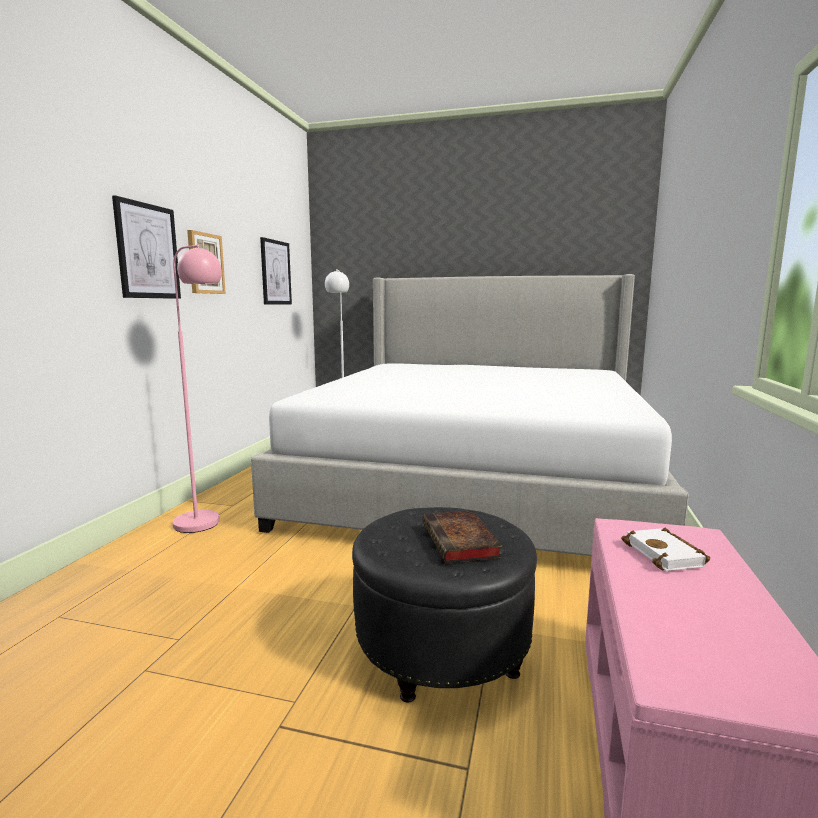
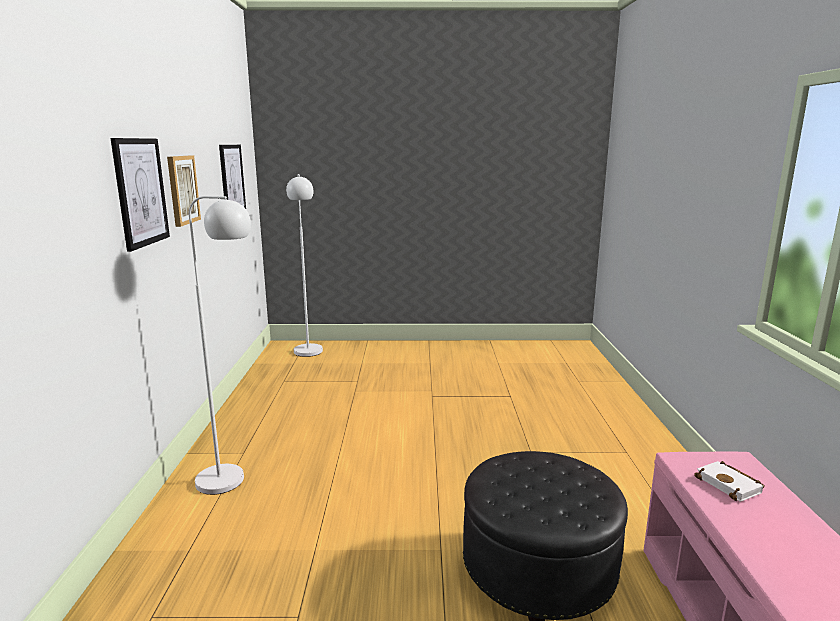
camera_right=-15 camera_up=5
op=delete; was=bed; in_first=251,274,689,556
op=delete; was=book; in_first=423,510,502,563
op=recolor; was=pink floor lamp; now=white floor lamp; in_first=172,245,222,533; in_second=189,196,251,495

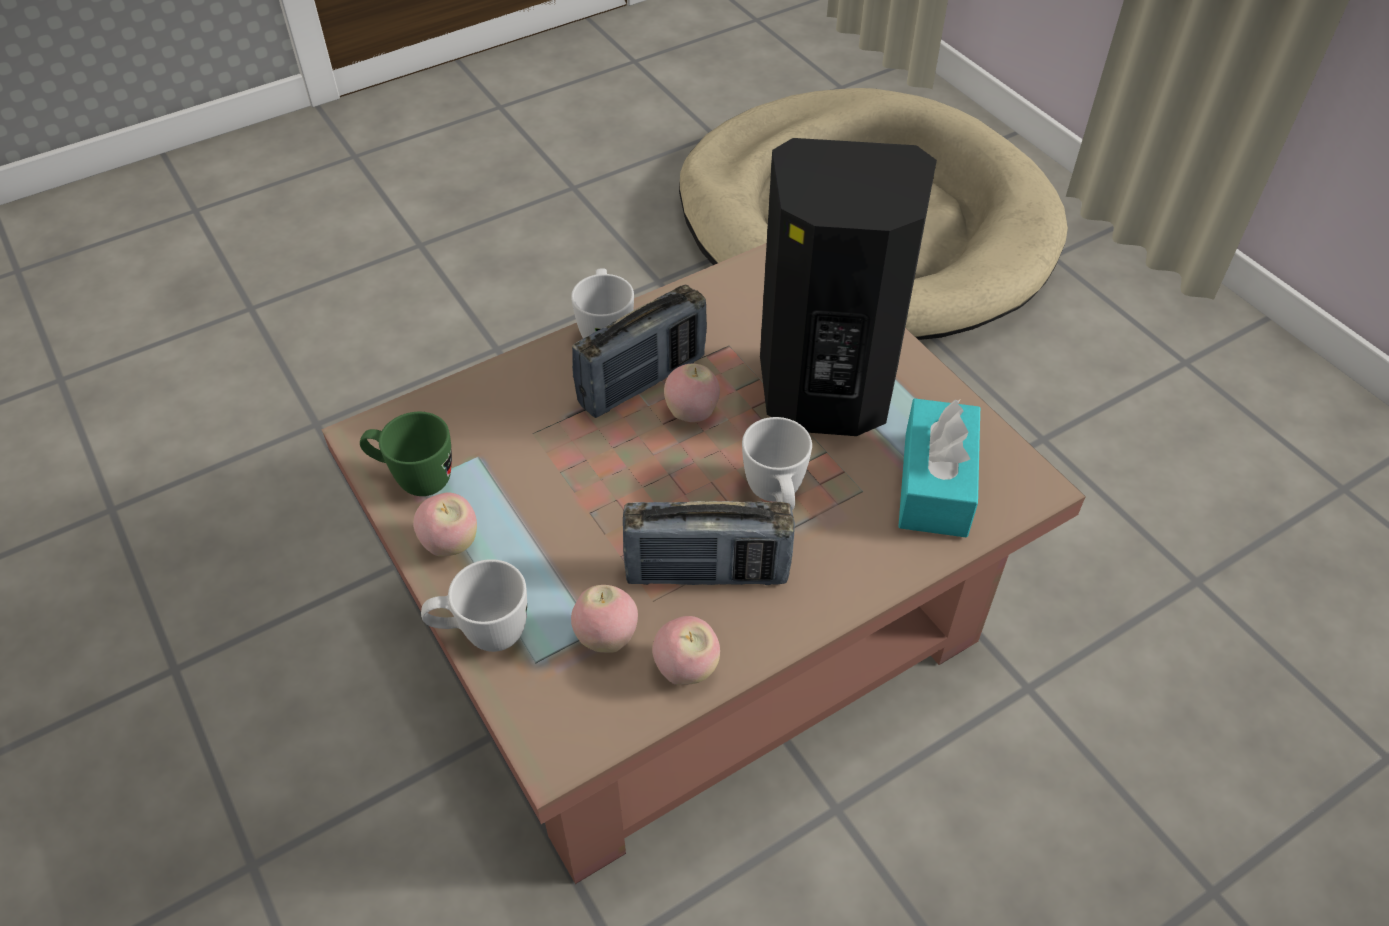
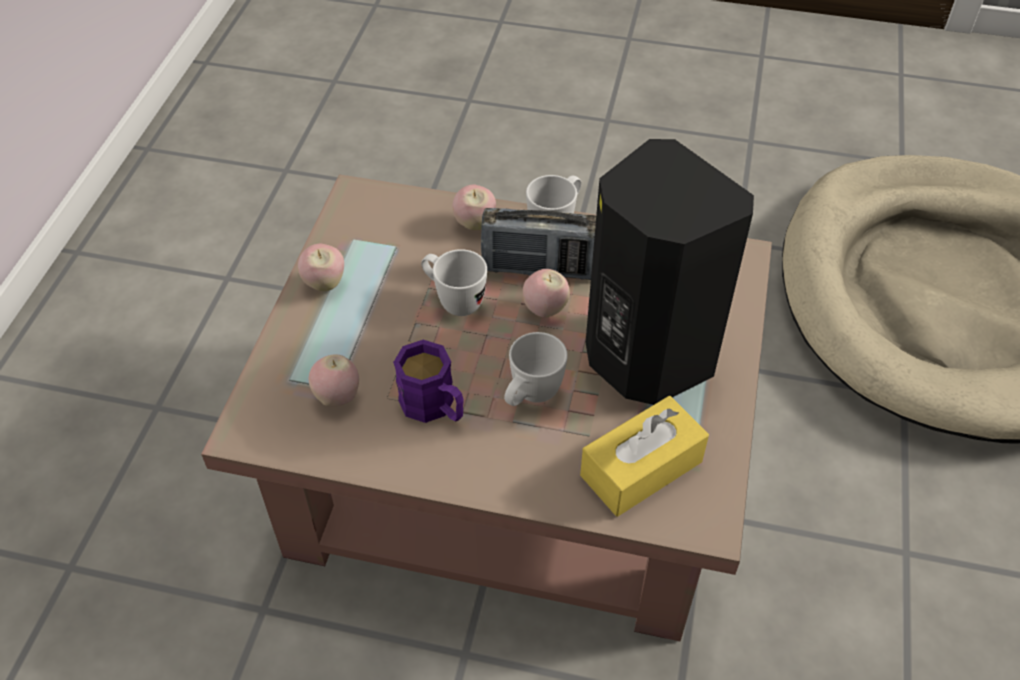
camera_right=45 camera_up=0
op=delete; was=green mug; in_first=360,412,452,496
op=move; was=white mug; in_first=421,559,527,652; in_second=421,249,487,316
op=move; was=apple; in_first=652,616,720,685; in_second=452,185,496,230
op=replace; was=radio; now=purple mug; in_first=623,501,795,585; in_second=393,340,464,423
op=recolor; was=turquoise tissue box; now=yellow tissue box; in_first=898,398,980,538; in_second=580,396,709,517

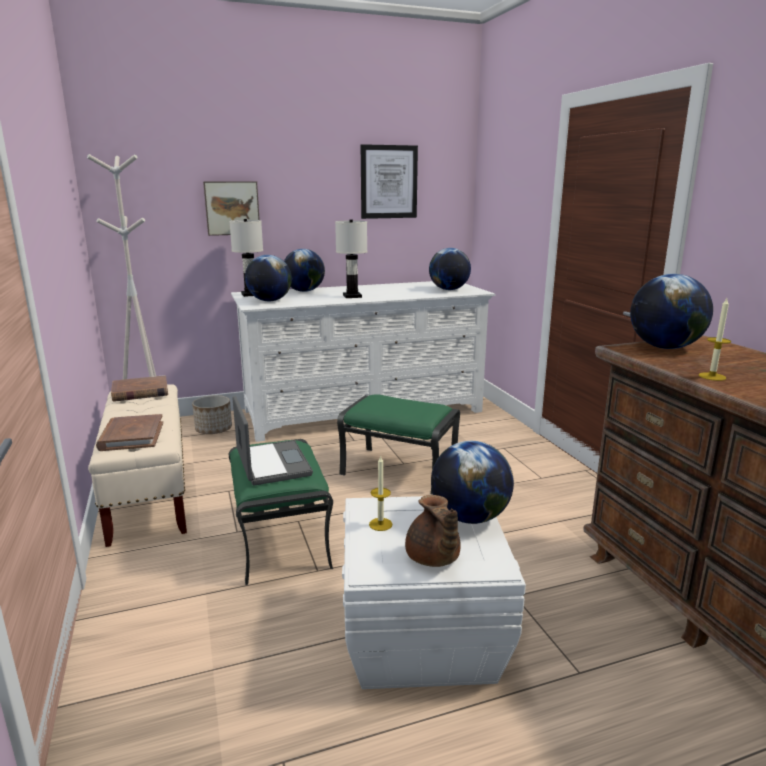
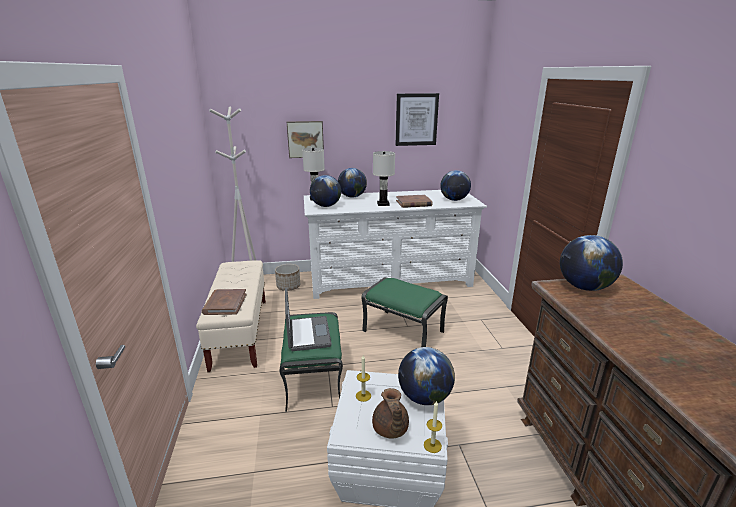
camera_right=10 camera_up=5
op=move; was=brown book; in_first=111,375,168,402; in_second=396,195,432,208
op=move; was=candle; in_first=699,298,731,381; in_second=424,400,442,453

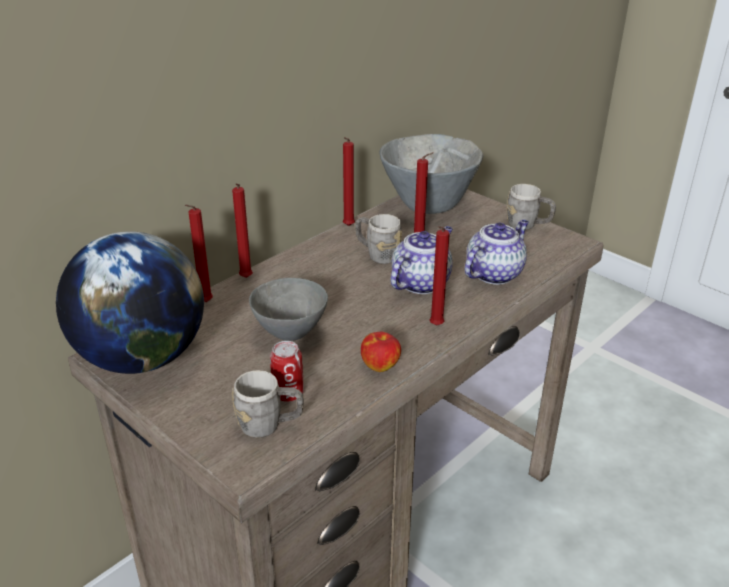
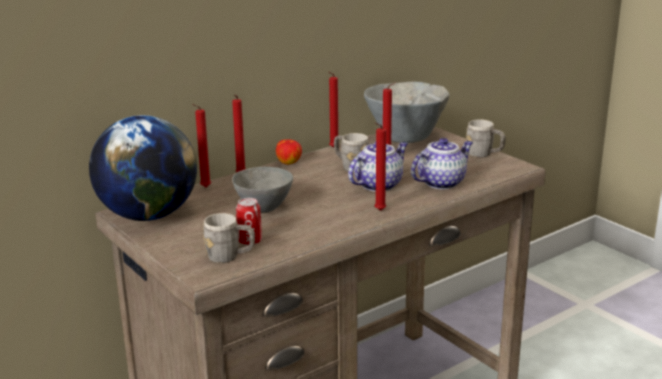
camera_right=10 camera_up=-10
op=move; was=apple; in_first=361,332,401,372; in_second=276,139,302,165

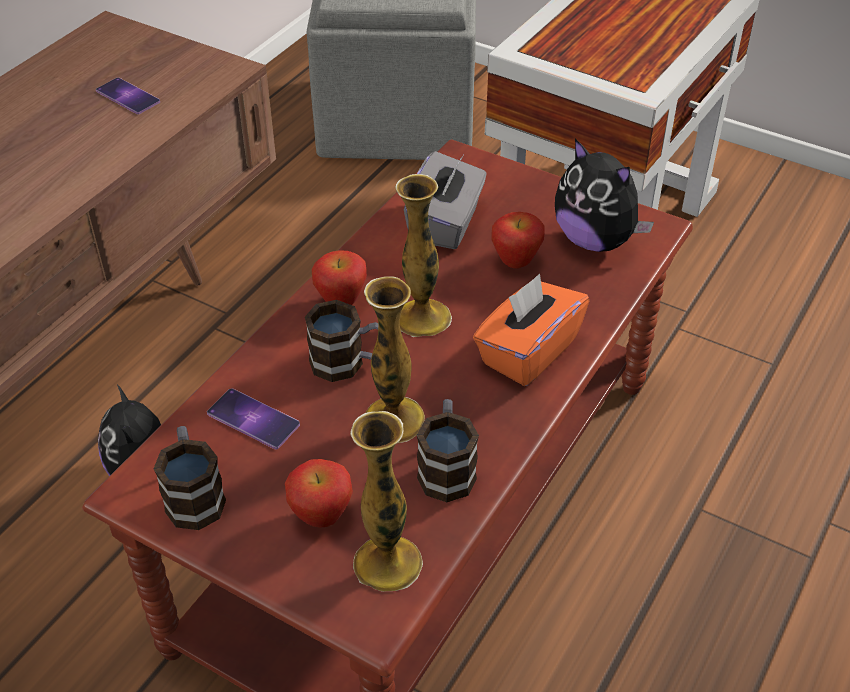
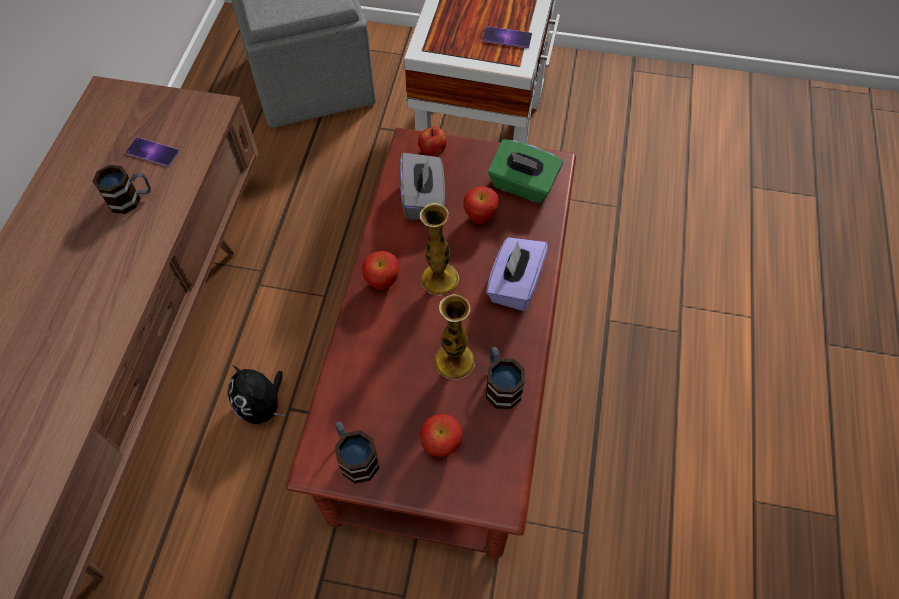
camera_right=-20 camera_up=15
op=delete; was=vase; in_first=350,411,423,592
op=insert; now=apple; in_second=418,127,447,157
op=move; was=phone; in_first=207,389,300,449; in_second=482,26,532,48
op=move; was=mug; in_first=305,300,378,382; in_second=92,165,151,214
op=replace; was=plush toy; now=green tissue box; in_first=555,138,654,252; in_second=488,140,563,203
op=recolor; was=orange tissue box; now=purple tissue box; in_first=473,273,589,386; in_second=486,237,548,311

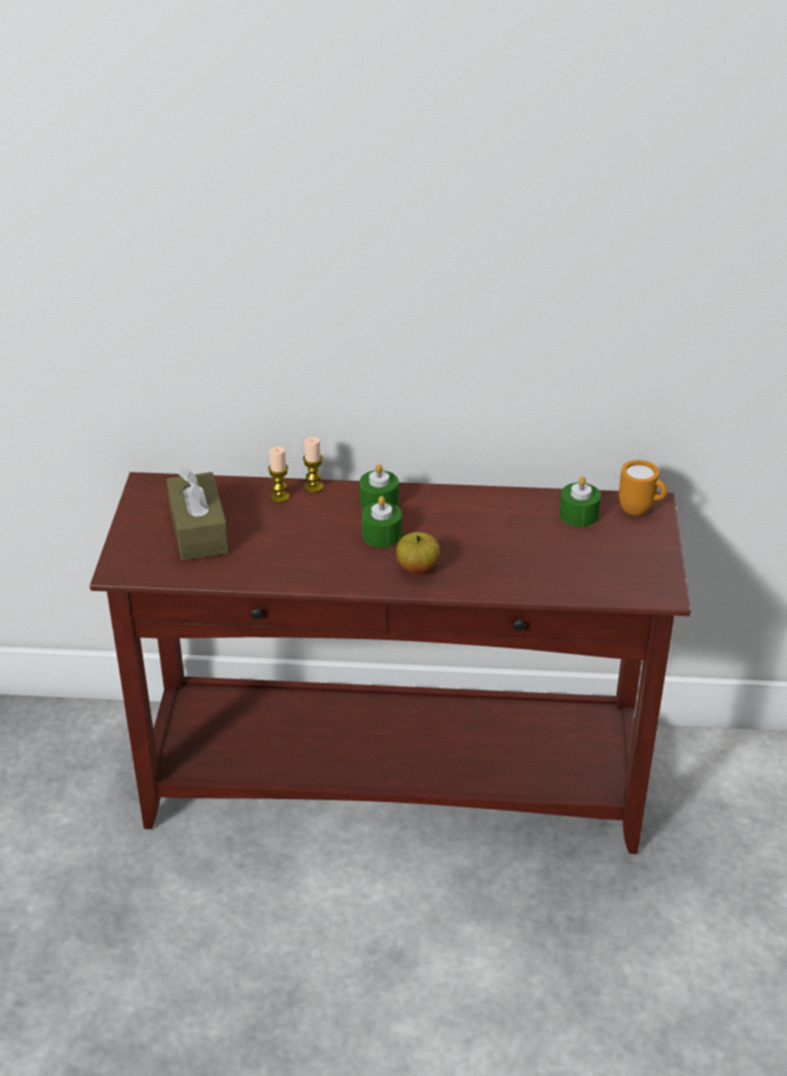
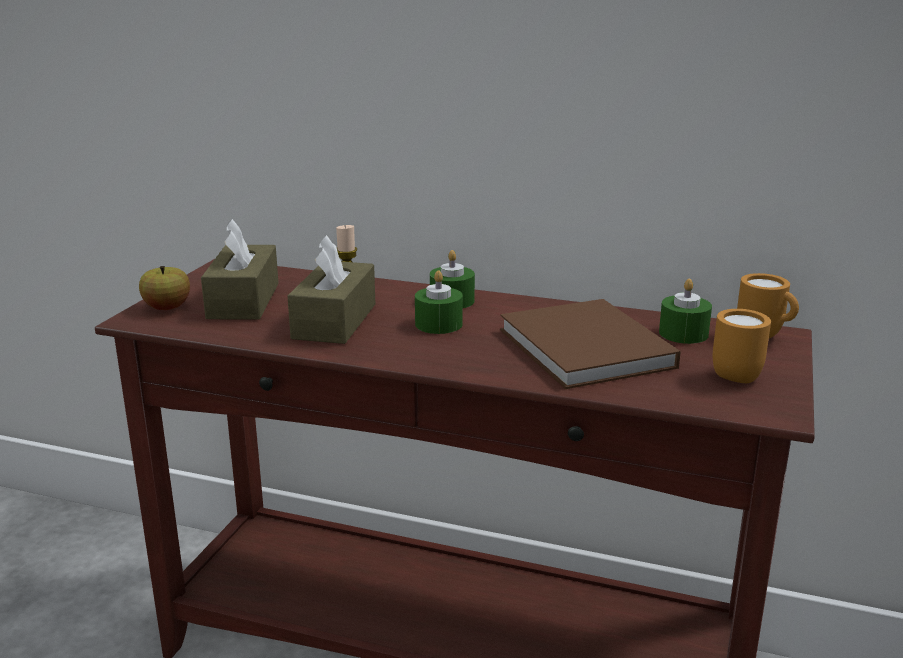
camera_right=15 camera_up=-15
op=delete; was=candle; in_first=303,437,323,493
op=insert; now=brown tissue box; in_second=287,235,375,344
op=insert; now=brown book; in_second=500,299,681,389
op=insert; now=orange mug; in_second=713,309,771,383
op=move; was=apple; in_first=396,532,440,574; in_second=139,266,190,310

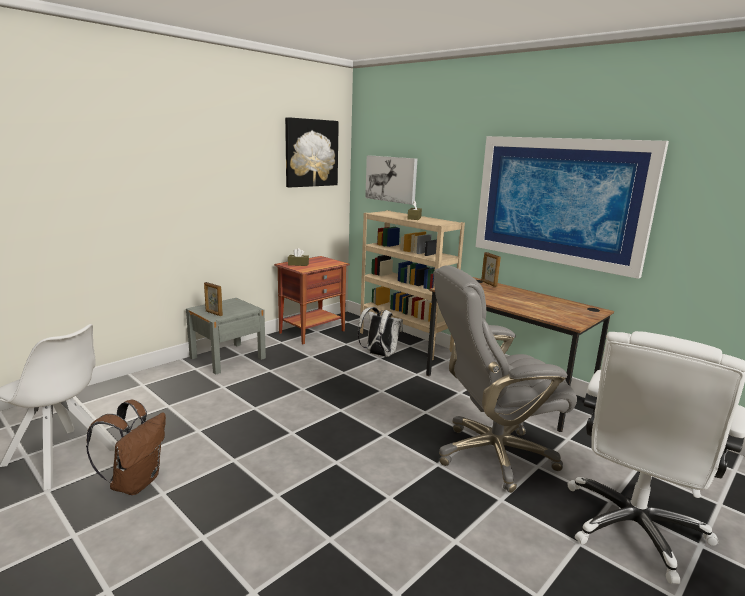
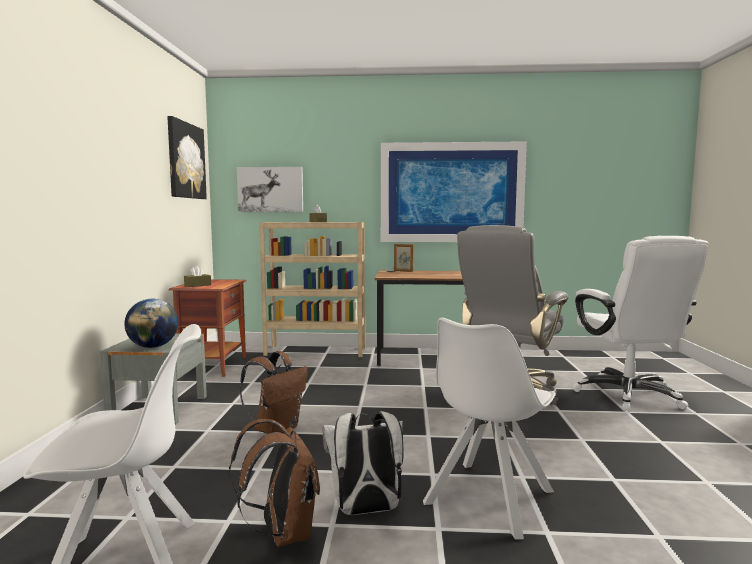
camera_right=-40 camera_up=-10
op=insert; now=brown backpack; in_second=240,351,308,434
op=insert; now=white chair; in_second=423,318,556,540
op=move; was=white backpack; in_first=358,307,403,357; in_second=322,411,404,515
op=replace; was=picture frame; now=globe; in_first=204,282,223,316; in_second=124,299,178,348

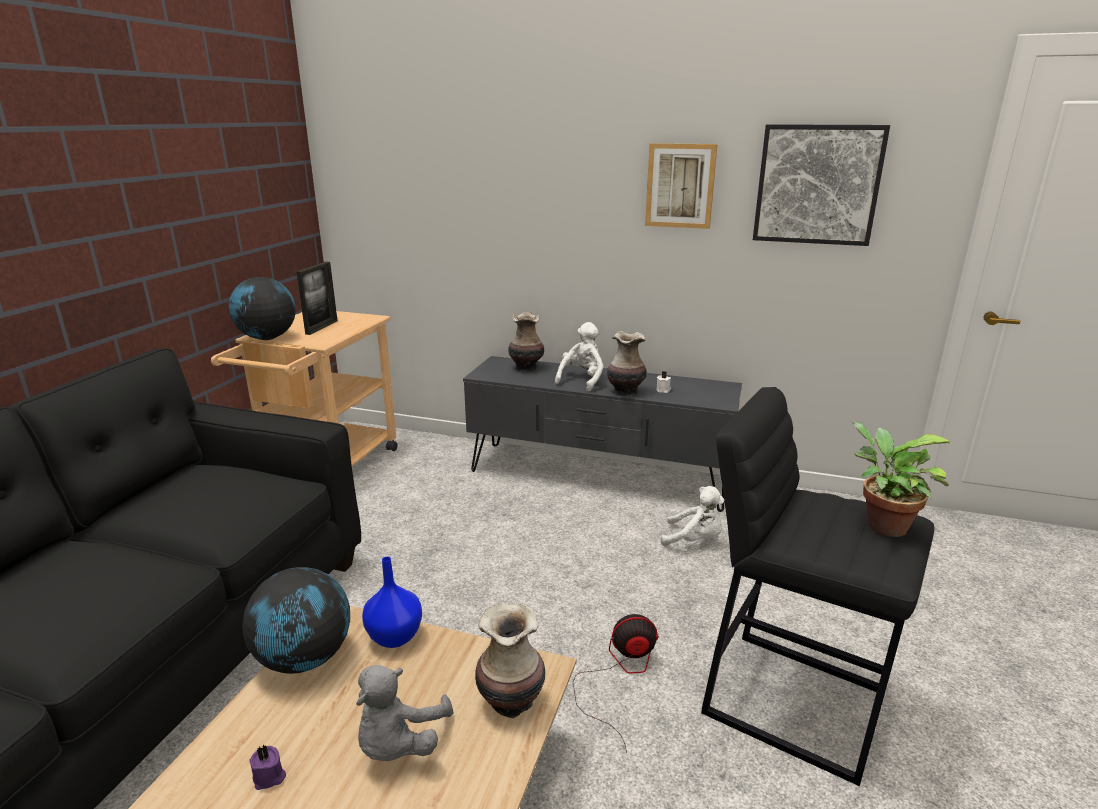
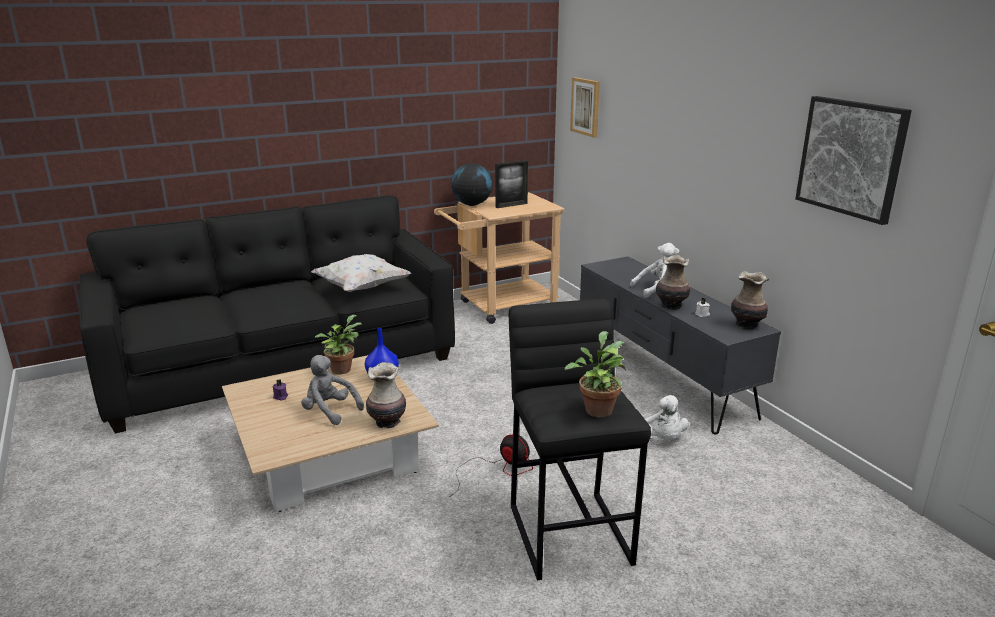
camera_right=45 camera_up=0
op=insert; now=white pillow; in_second=311,254,411,292
op=move; was=vase; in_first=509,312,544,371; in_second=731,271,769,330
op=move; was=picture; in_first=645,143,717,229; in_second=570,77,600,138
op=replace; was=globe; now=potted plant; in_first=242,567,350,674; in_second=315,315,362,374
op=rotate; was=grey plush toy; in_first=356,665,453,761; in_second=301,355,364,425; clockwise=60

